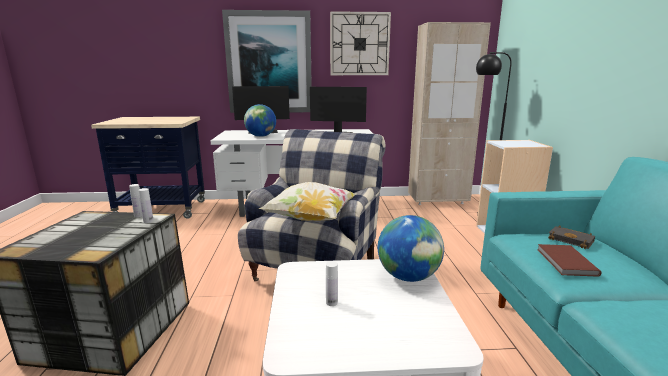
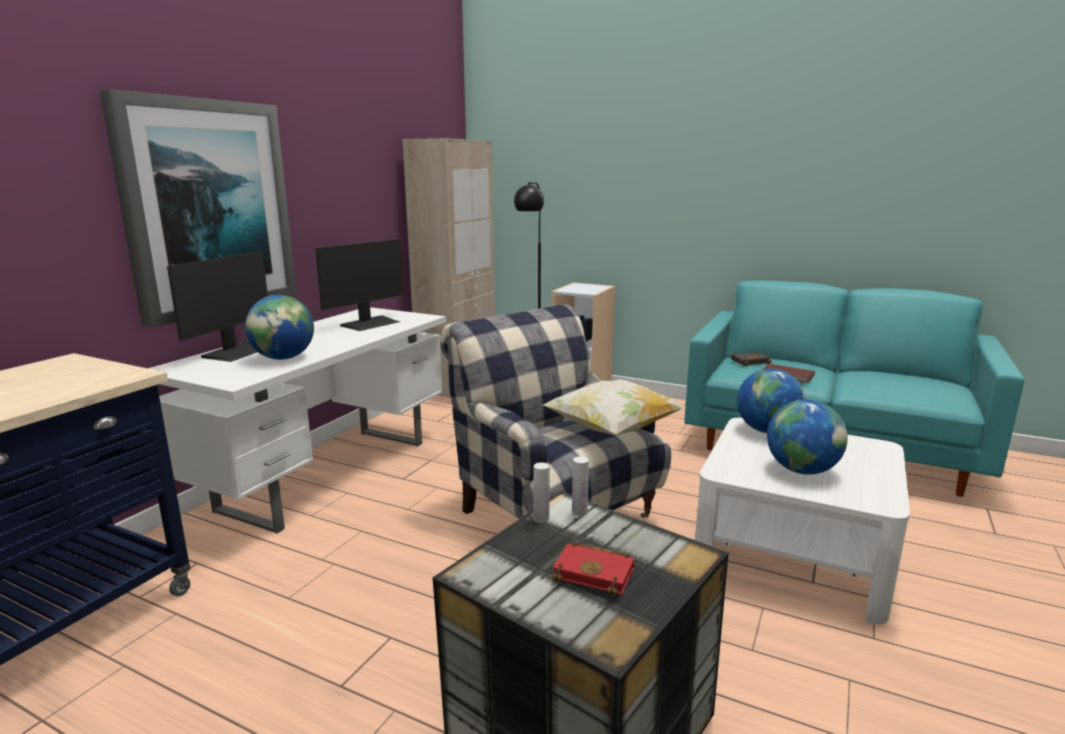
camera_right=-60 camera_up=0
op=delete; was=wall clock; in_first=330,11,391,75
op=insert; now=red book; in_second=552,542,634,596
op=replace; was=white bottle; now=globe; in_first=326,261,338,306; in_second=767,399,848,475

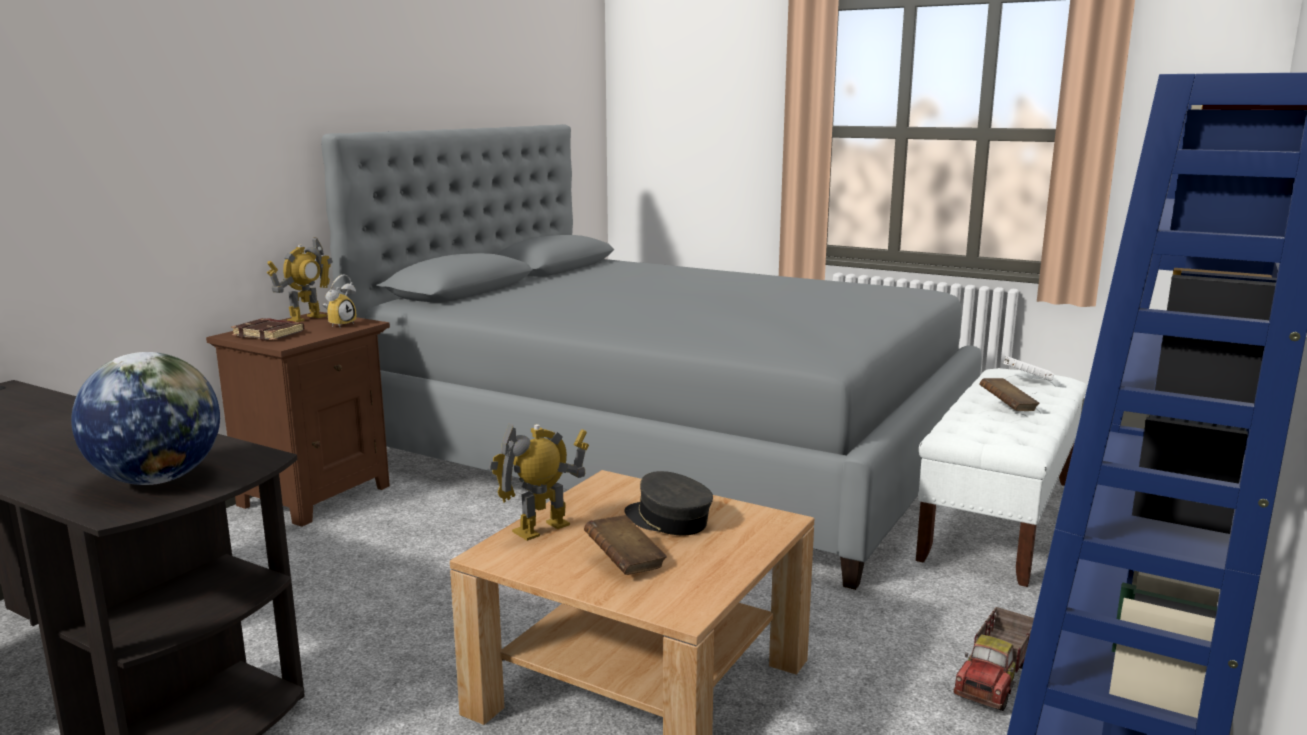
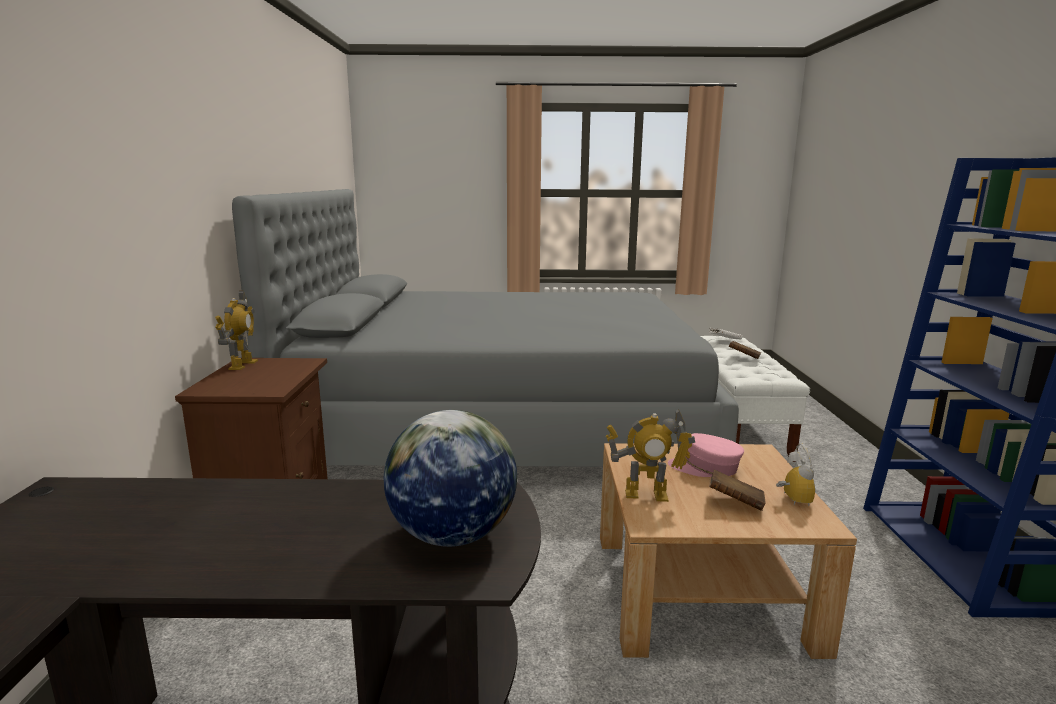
camera_right=-30 camera_up=0
op=delete; was=brown book; in_first=231,318,304,341
op=delete; was=toy truck; in_first=954,607,1034,711
op=move; was=alarm clock; in_first=322,274,356,328; in_second=776,443,815,506
op=recolor; was=grey cap; now=pink cap; in_first=625,471,713,535; in_second=668,433,744,477
op=rotate; was=toy robot; in_first=488,423,589,541; in_second=606,409,695,502; clockwise=-105

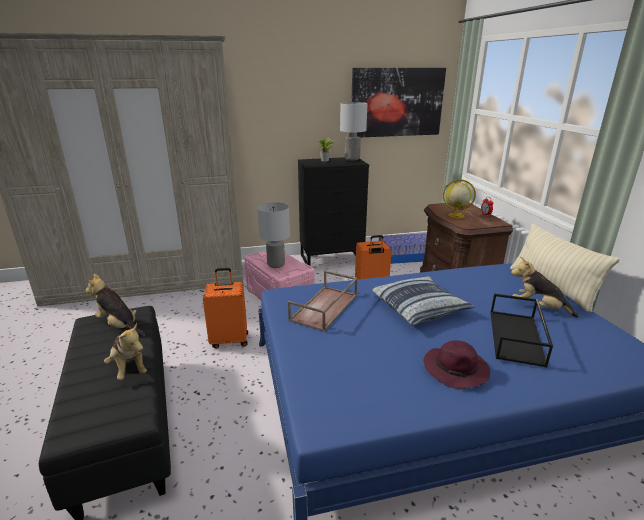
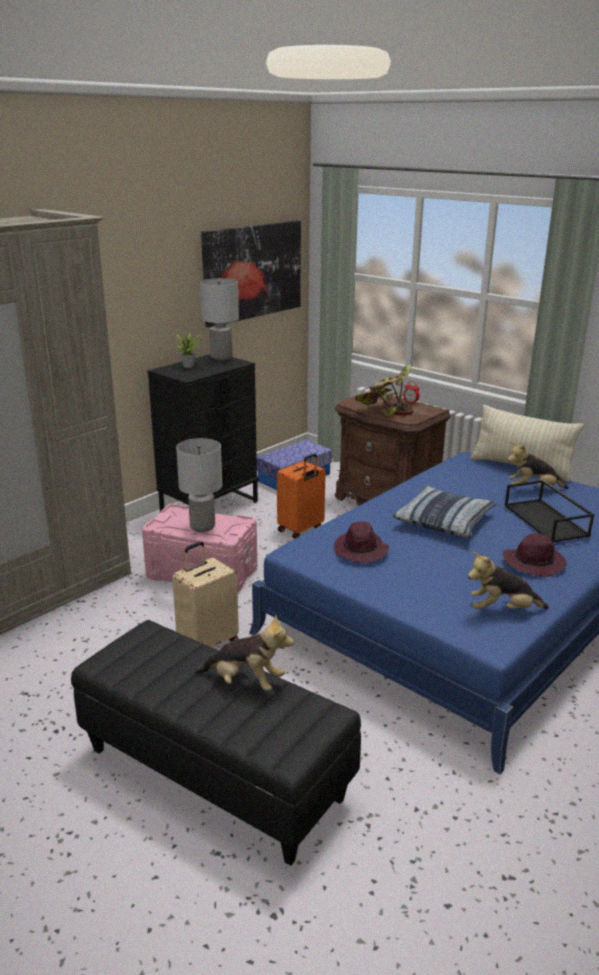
camera_right=-35 camera_up=0
op=move; was=plush toy; in_first=86,274,145,336; in_second=468,552,549,609
op=replace; was=brown tray; now=purple hat; in_first=288,271,358,332; in_second=334,522,389,563
op=replace; was=globe; now=potted plant; in_first=443,179,476,218; in_second=355,365,414,417
op=recolor; was=orange suitcase; now=beige suitcase; in_first=203,268,248,349; in_second=172,542,239,648

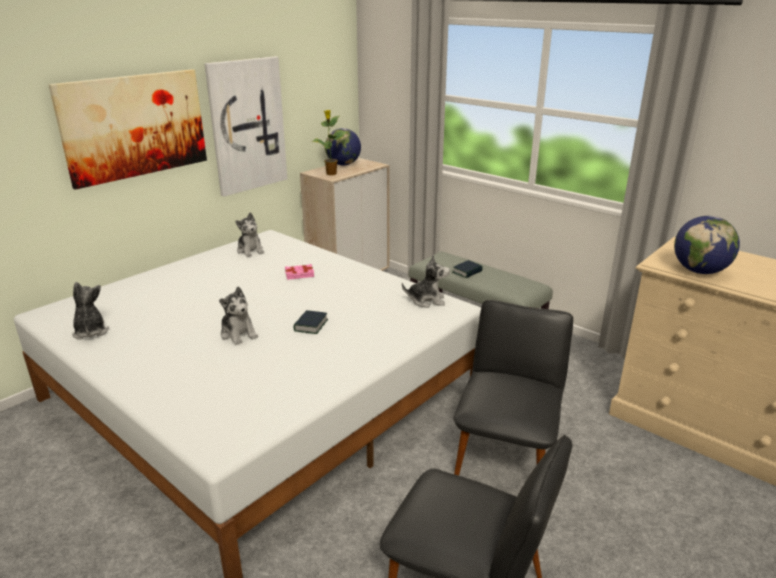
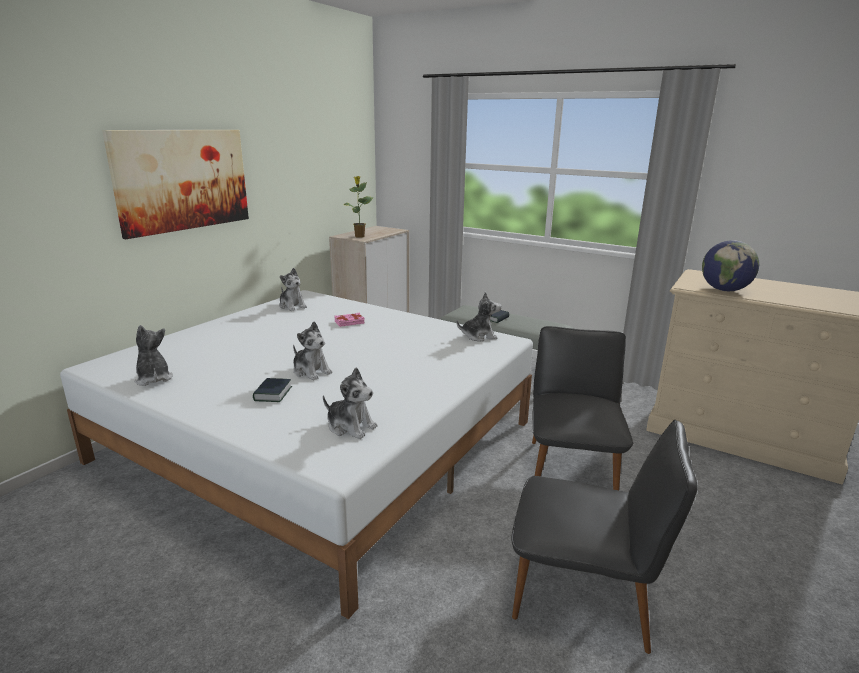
camera_right=-10 camera_up=-5
op=delete; was=picture; in_first=205,56,287,197
op=delete; was=globe; in_first=325,128,361,165
op=insert; now=plush toy; in_second=323,367,378,439
op=move; was=book; in_first=294,310,328,334; in_second=253,378,292,402

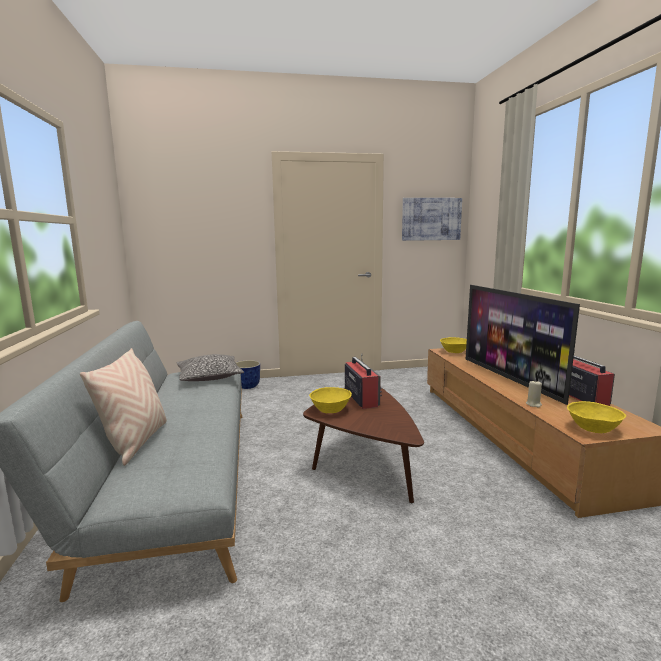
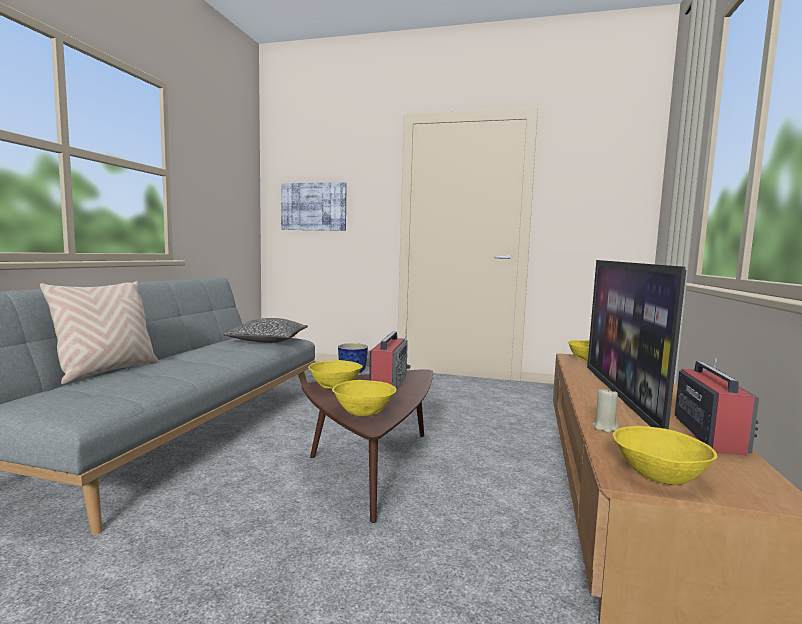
camera_right=25 camera_up=-5
op=insert; now=yellow bowl; in_second=332,380,397,416
op=move; was=picture; in_first=402,198,462,241; in_second=281,182,347,231

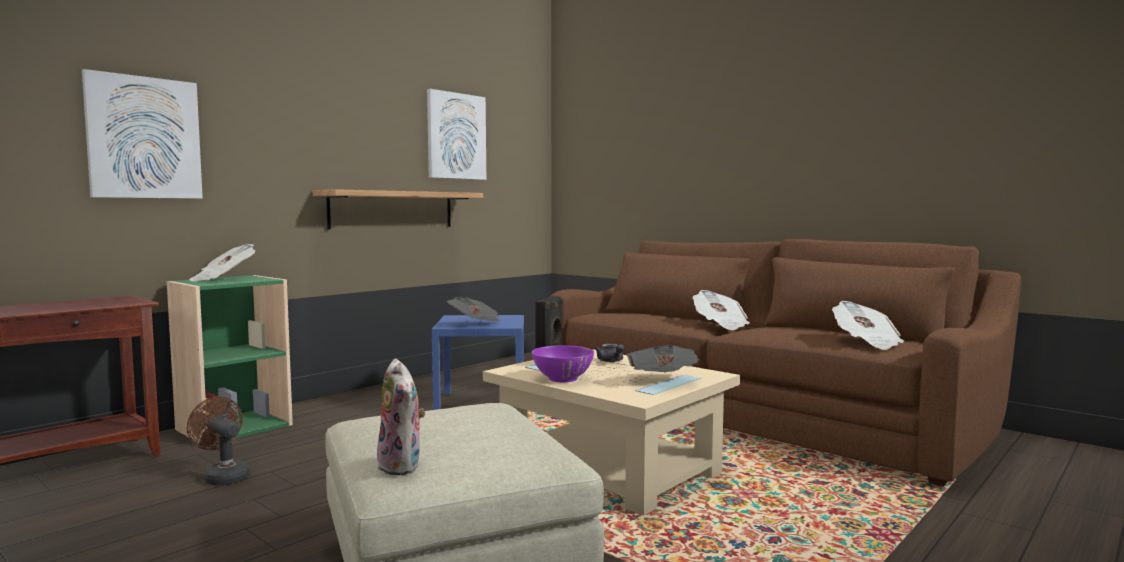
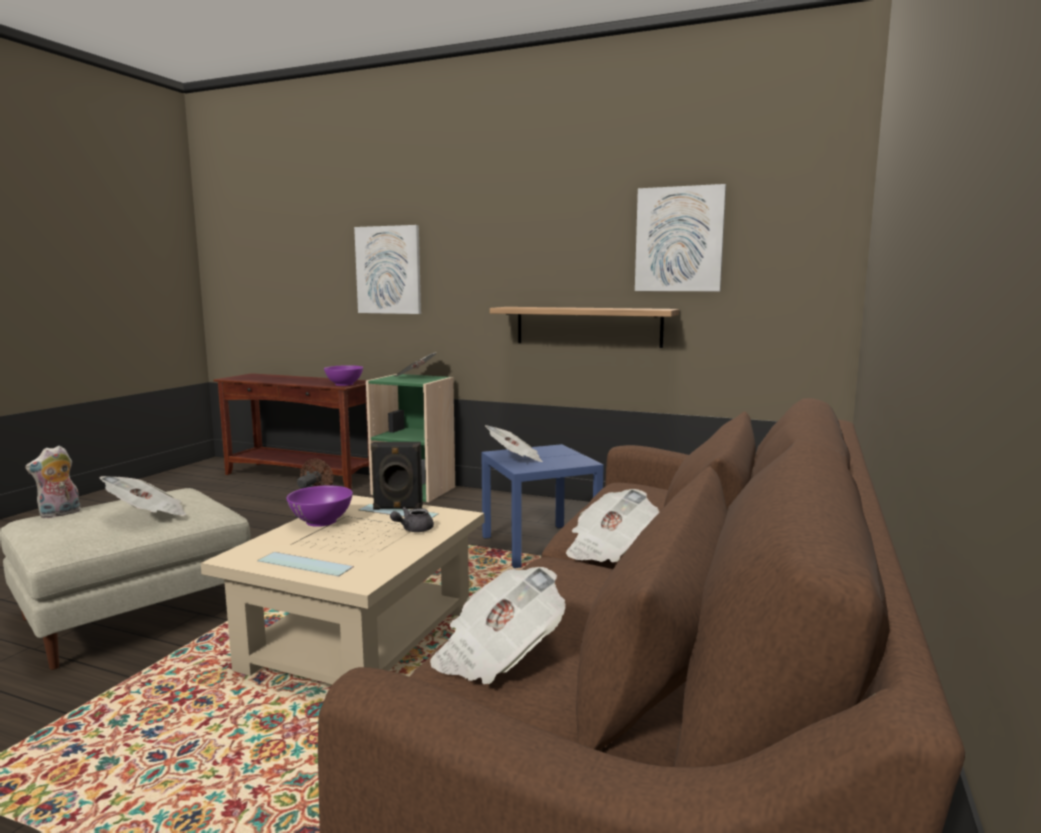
camera_right=70 camera_up=5
op=insert; now=purple bowl; in_second=324,365,363,386
op=move; was=newspaper; in_first=627,345,700,372; in_second=100,476,186,516

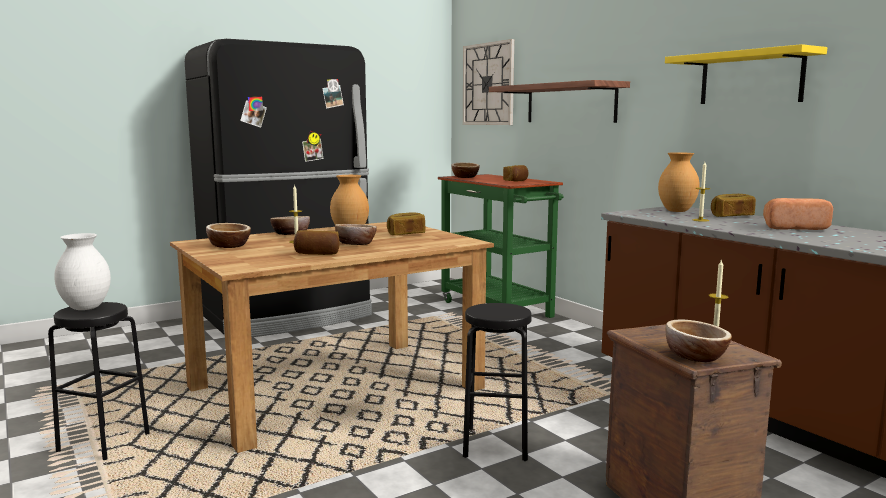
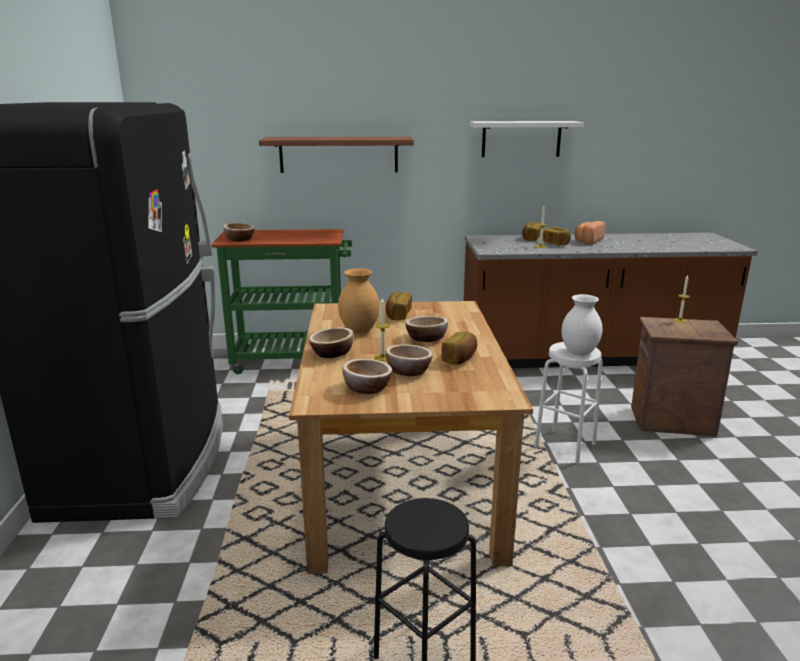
camera_right=-60 camera_up=10
op=delete; was=wall clock; in_first=463,39,514,125
op=delete; was=brown vase; in_first=658,152,700,212
op=move; was=white vase; in_first=54,233,111,310; in_second=561,294,602,356
op=move; was=bread; in_first=503,165,528,181; in_second=543,227,571,245
op=move; was=bowl; in_first=666,320,732,362; in_second=386,344,433,376
op=recolor; was=black stool; now=white stool; in_first=463,303,532,461; in_second=534,342,603,464
op=recolor; was=yellow shelf; now=white shelf; in_first=665,44,827,104; in_second=470,121,584,157

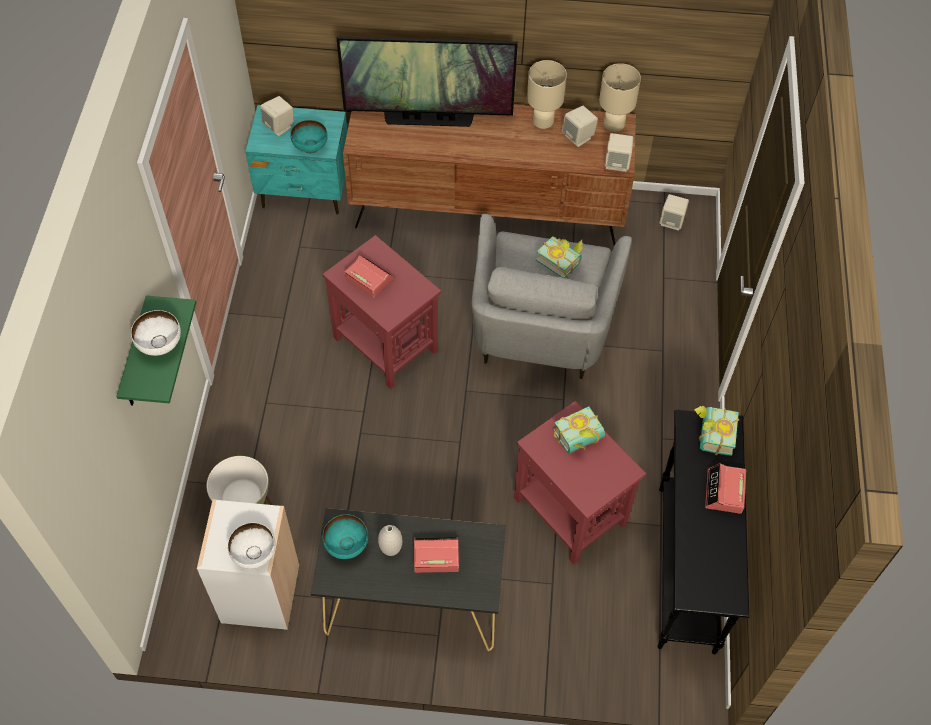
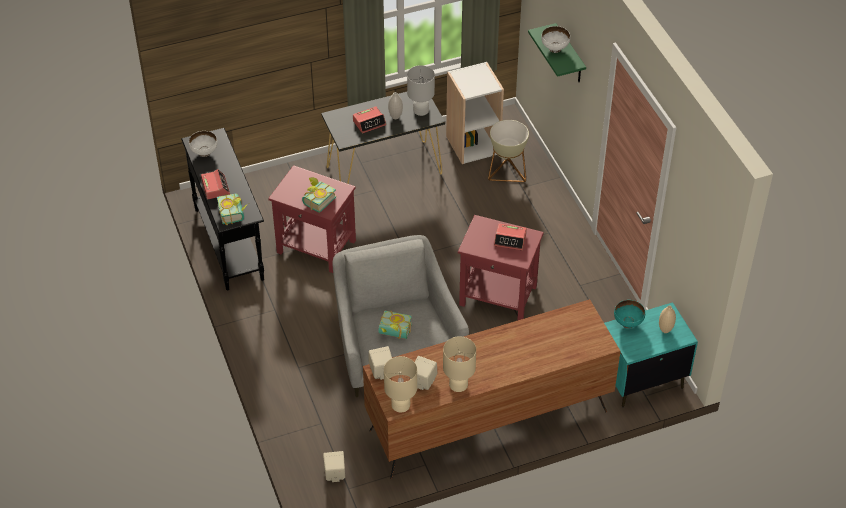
camera_right=155 camera_up=-10
op=delete; was=television; in_first=337,36,518,127
op=move; was=white bowl; in_first=228,523,276,569; in_second=189,131,218,157
op=replace; was=beige speaker; now=beige vase; in_first=260,96,294,136; in_second=659,305,676,333
op=replace; was=turquoise bowl; now=grey table lamp; in_first=322,514,368,559; in_second=407,65,435,116

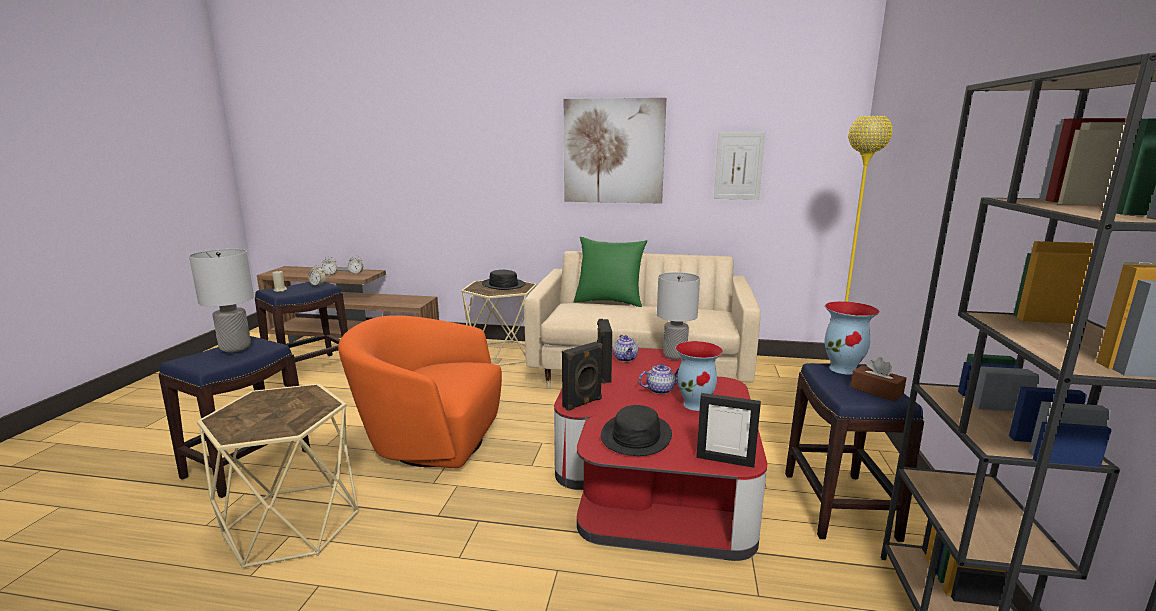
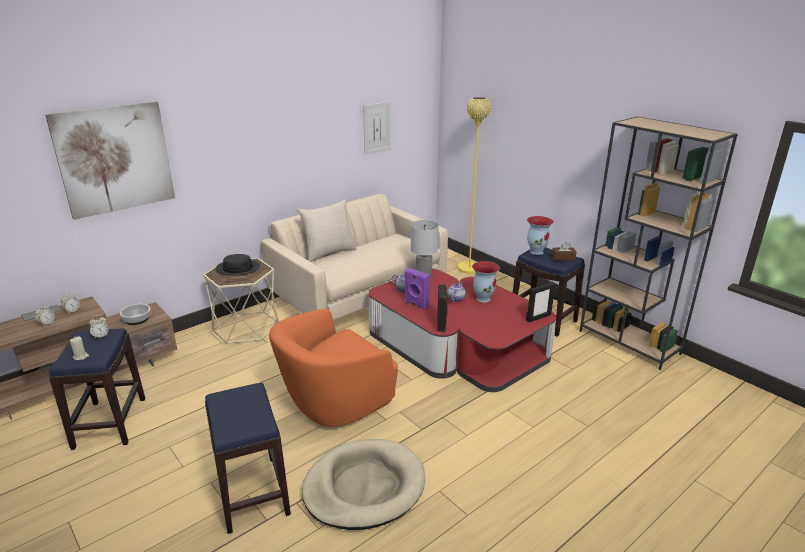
camera_right=-50 camera_up=10
op=delete; was=grey table lamp; in_first=189,249,254,353
op=delete; was=black hat; in_first=601,405,672,456
op=insert; now=bowl; in_second=120,304,151,325
op=move; was=picture; in_first=564,98,667,204; in_second=45,101,175,220
op=replace; was=beige side table; now=beige dog bed; in_first=197,384,359,569; in_second=302,439,425,530
op=recolor; was=green pillow; now=beige pillow; in_first=574,237,647,307; in_second=297,199,357,262
op=recolor; was=black speaker; now=purple speaker; in_first=597,319,612,383; in_second=405,268,430,310

